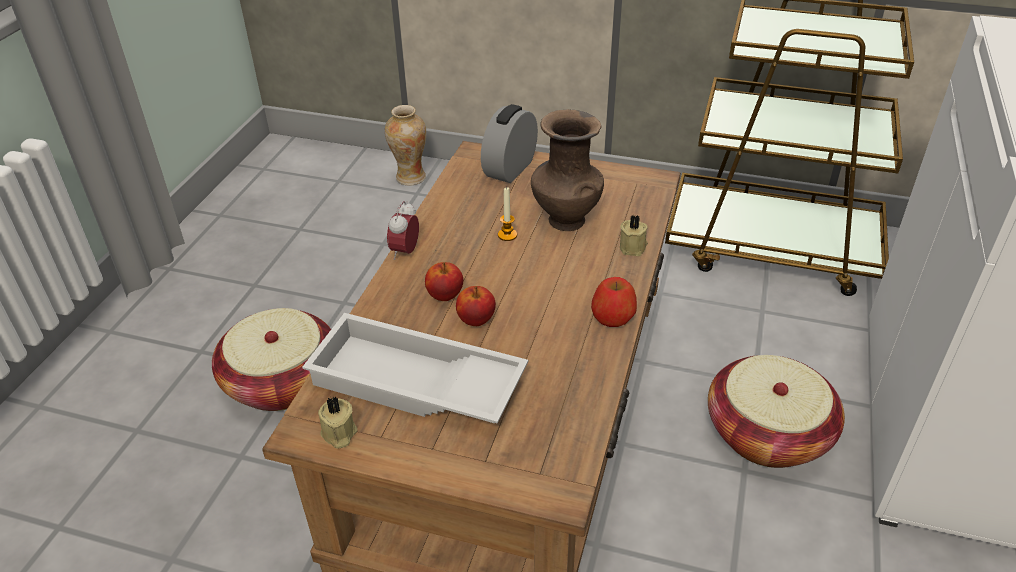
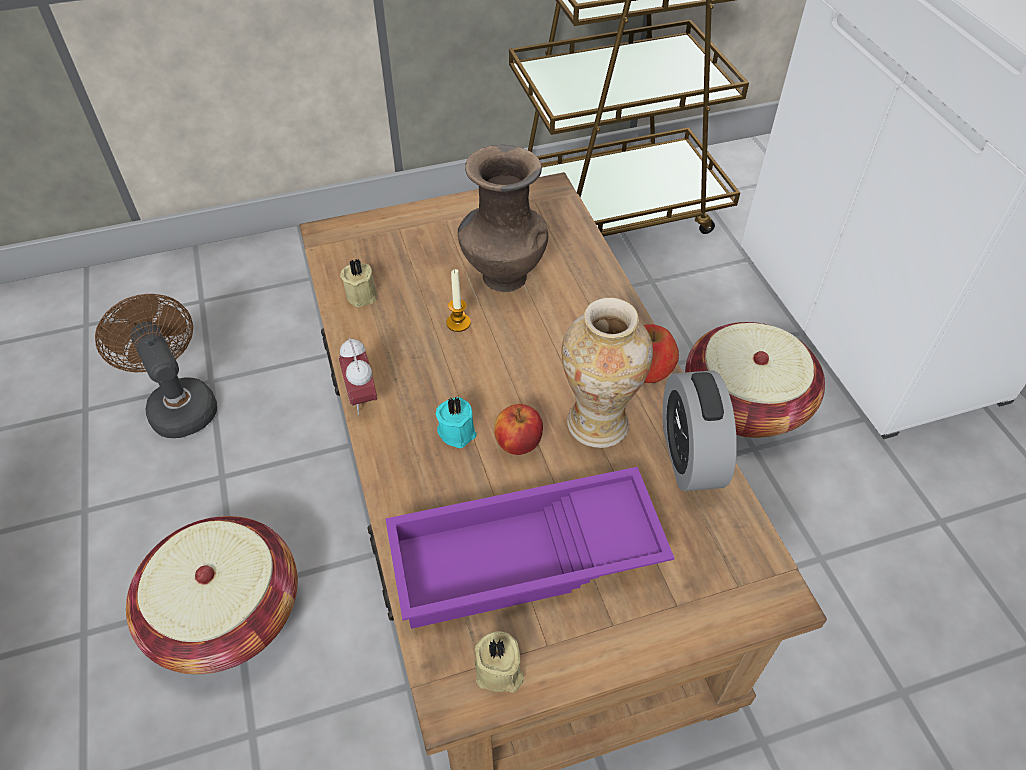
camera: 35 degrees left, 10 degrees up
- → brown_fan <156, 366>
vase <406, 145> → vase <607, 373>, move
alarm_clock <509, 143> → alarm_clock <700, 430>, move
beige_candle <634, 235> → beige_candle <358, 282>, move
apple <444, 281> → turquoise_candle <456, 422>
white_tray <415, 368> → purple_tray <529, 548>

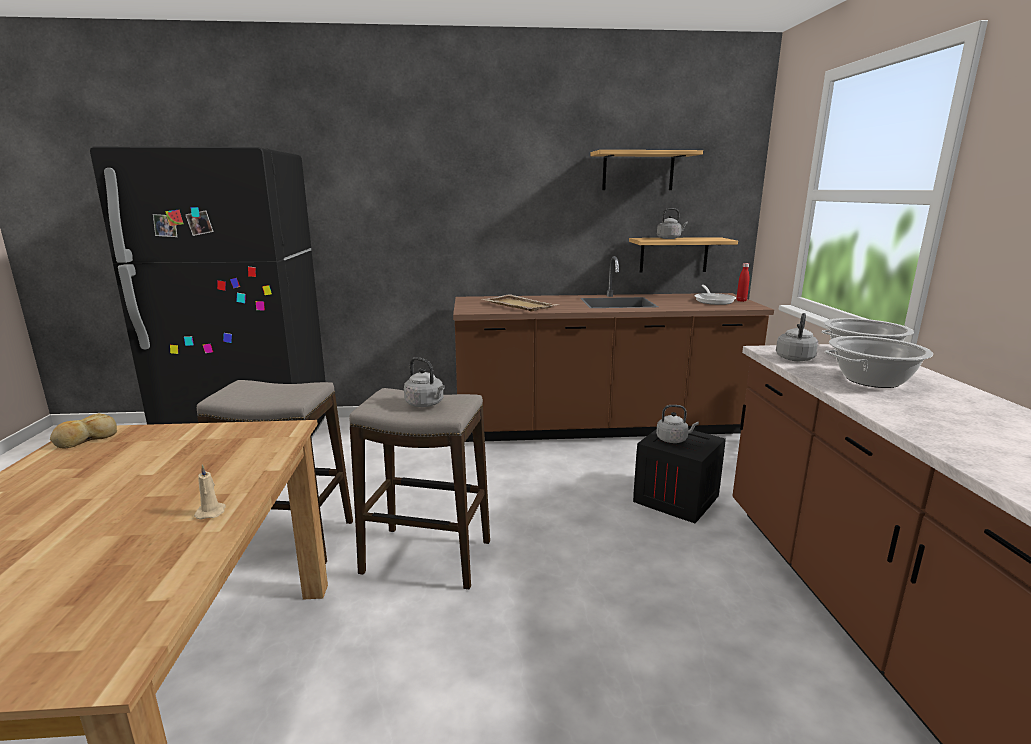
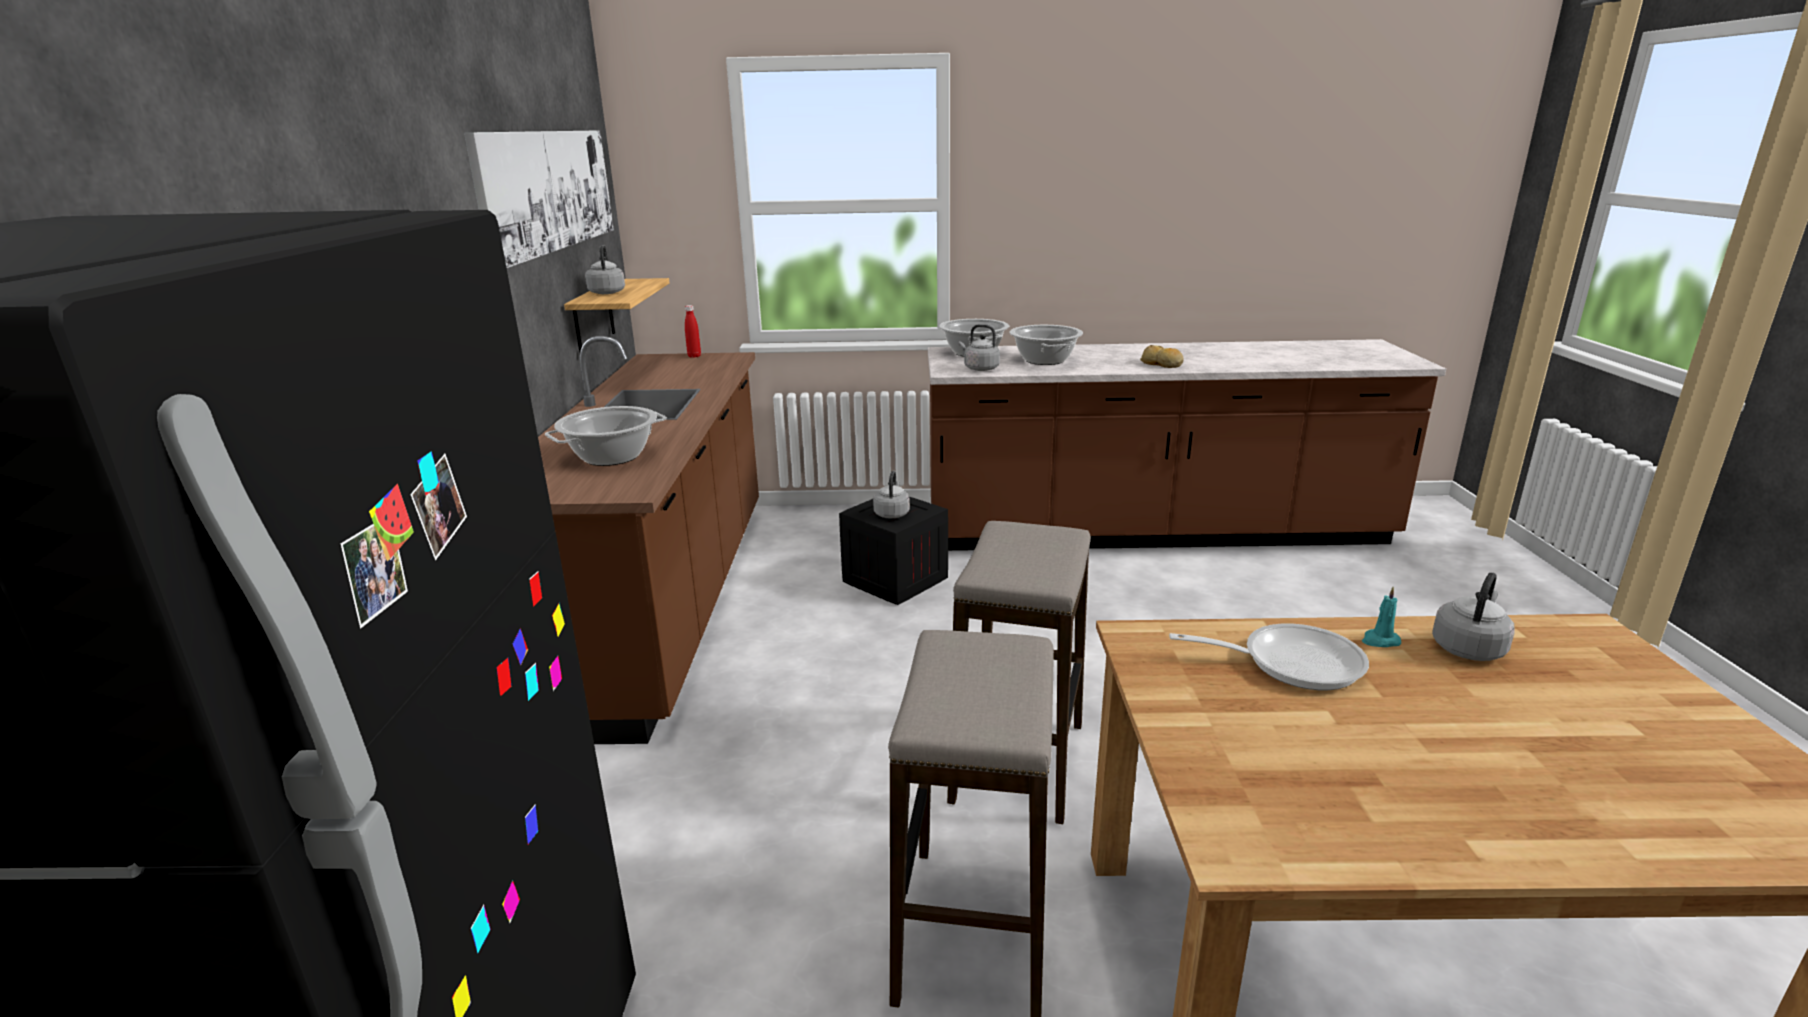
camera: 85 degrees left, 5 degrees up
bread <83, 430> → bread <1162, 356>, move
grey_kettle <424, 382> → grey_kettle <1473, 616>, move
frying_pan <715, 295> → frying_pan <1269, 656>, move
beige_tray <521, 303> → cooking_pot <606, 436>
shelf <646, 170> → picture <539, 199>
beige_candle <210, 492> → turquoise_candle <1381, 617>

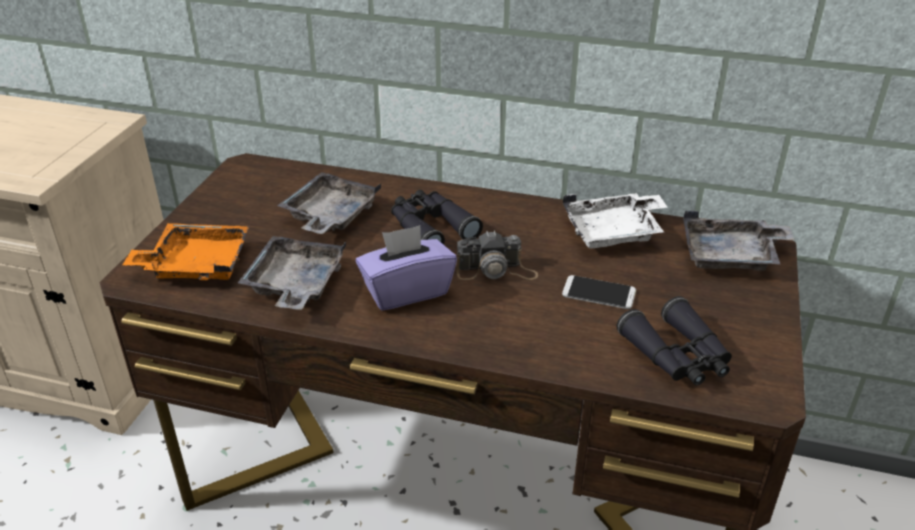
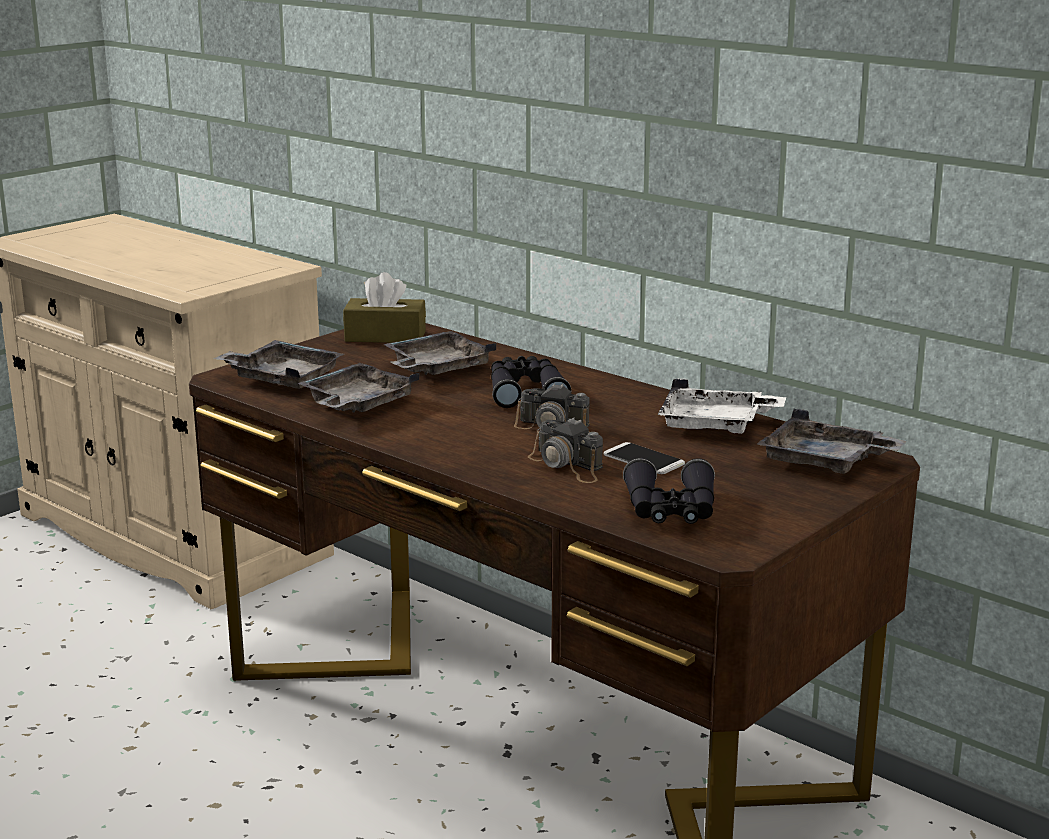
camera: 25 degrees right, 15 degrees down
purple_tissue_box <406, 268> → -
- → brown_tissue_box <384, 307>
- → photo_camera <565, 450>
orange_tray <185, 251> → grey_tray <279, 364>

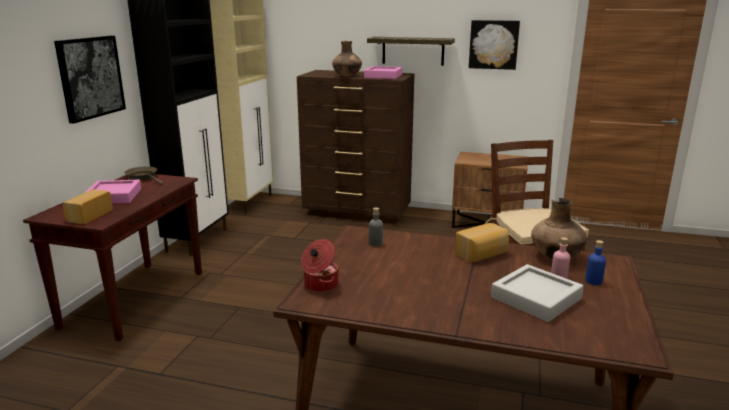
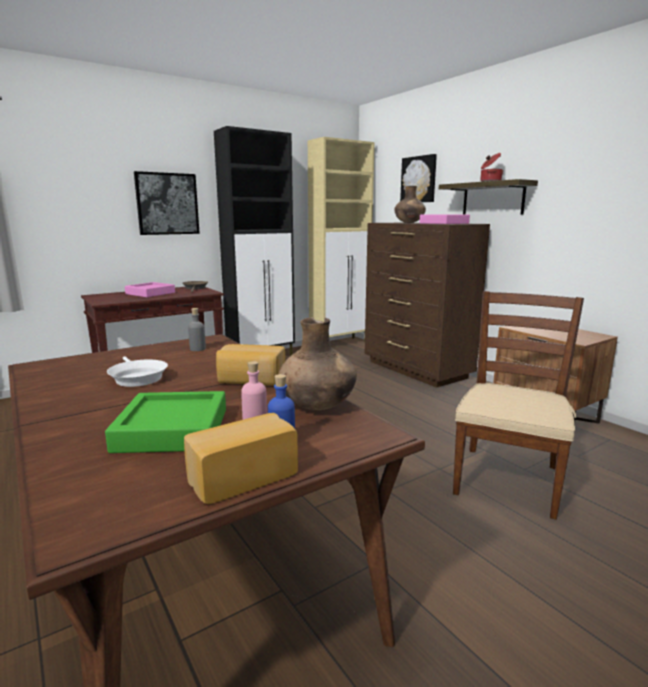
camera: 40 degrees right, 5 degrees down
- → white_frying_pan <137, 371>
bread <88, 206> → bread <241, 458>, move
cooking_pot <320, 265> → cooking_pot <491, 167>, move
picture <494, 45> → picture <418, 178>, move
grey_tray <537, 293> → green_tray <165, 422>

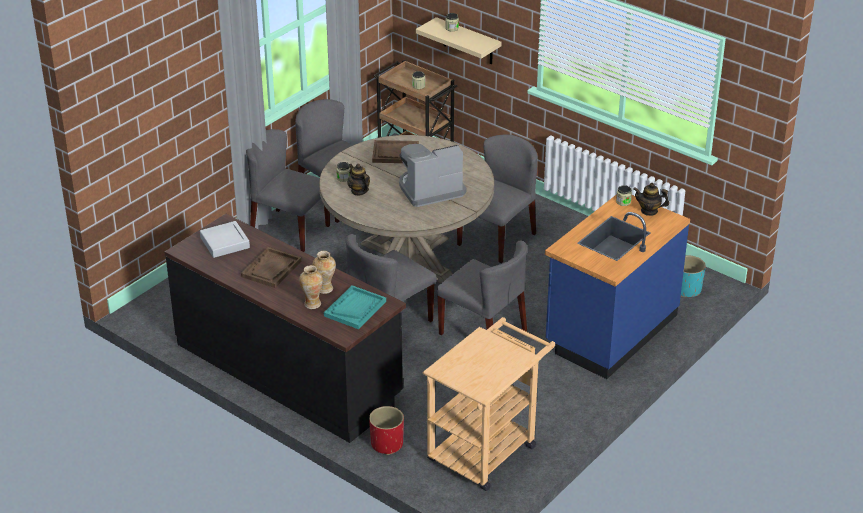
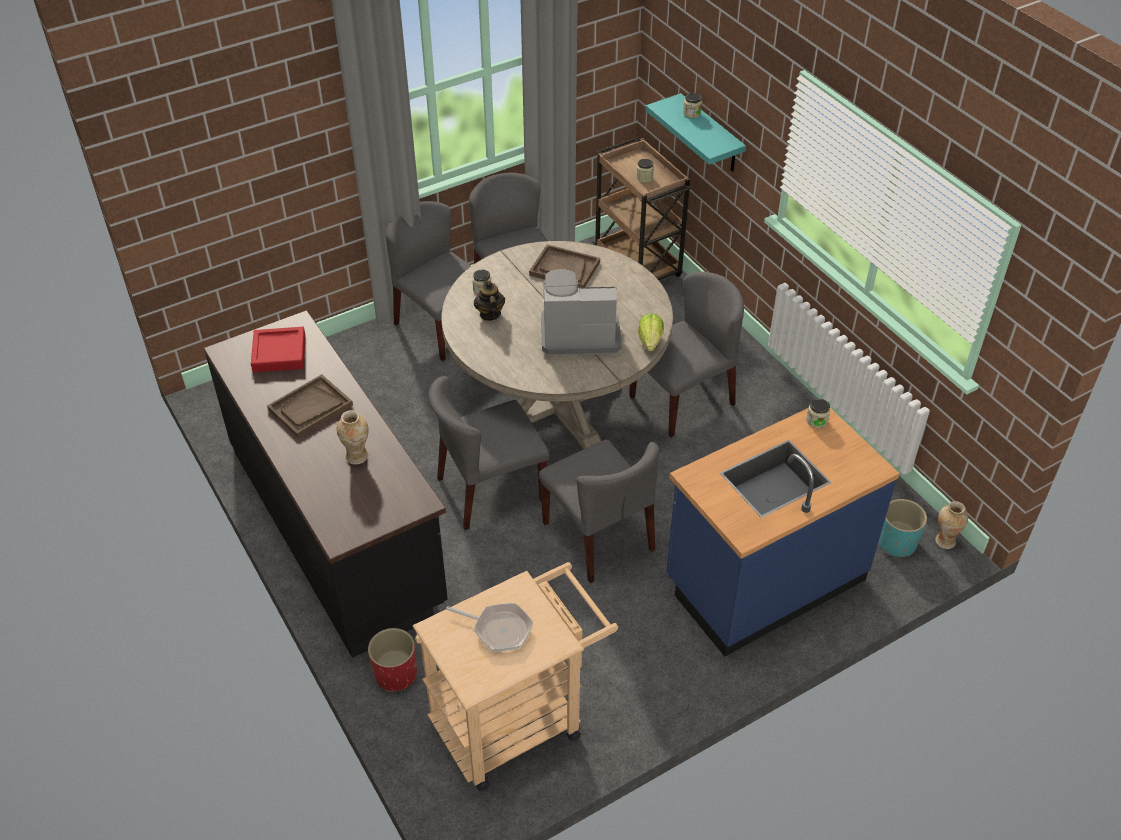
camera: 20 degrees right, 10 degrees up
turquoise_tray <355, 307> → -
teapot <651, 199> → -
- → frying_pan <489, 627>
- → lettuce <651, 332>
vase <311, 287> → vase <951, 525>, move
grey_tray <225, 239> → red_tray <278, 349>
beige_shelf <459, 40> → turquoise_shelf <696, 132>

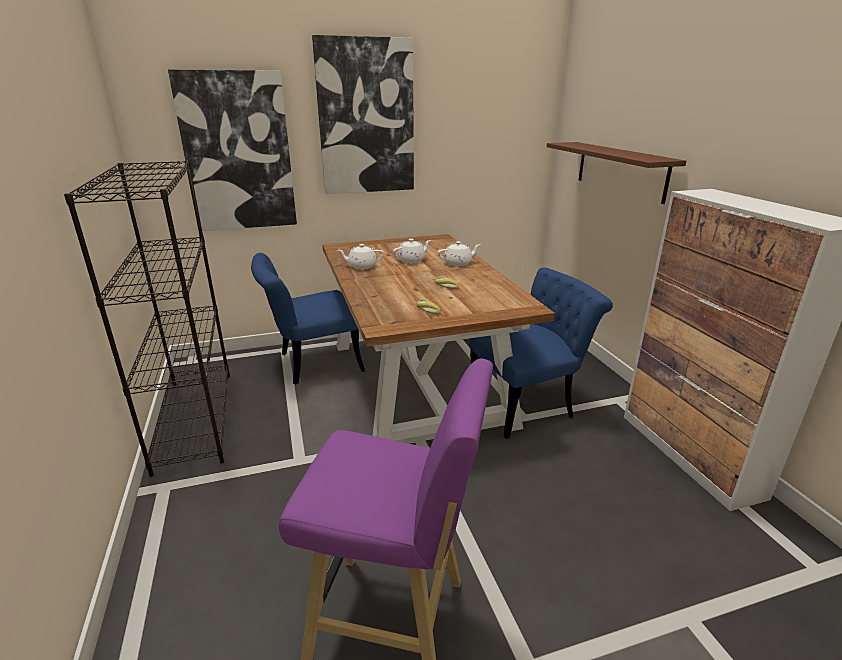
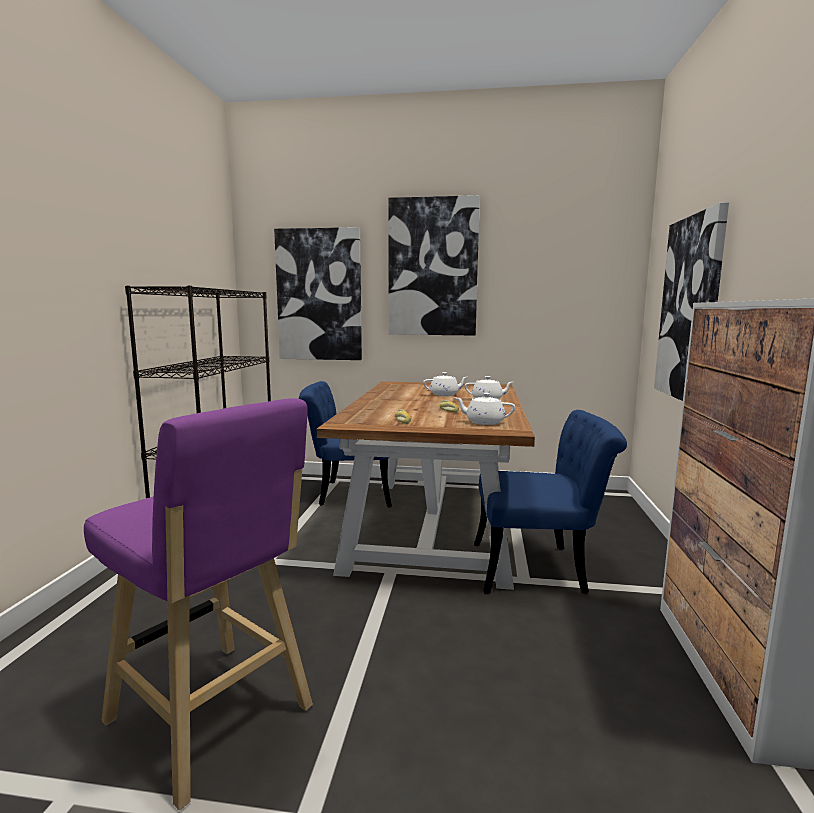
camera: 25 degrees right, 15 degrees down
white_teapot <360, 256> → white_teapot <485, 409>, move
brown_shelf <616, 173> → picture <691, 301>

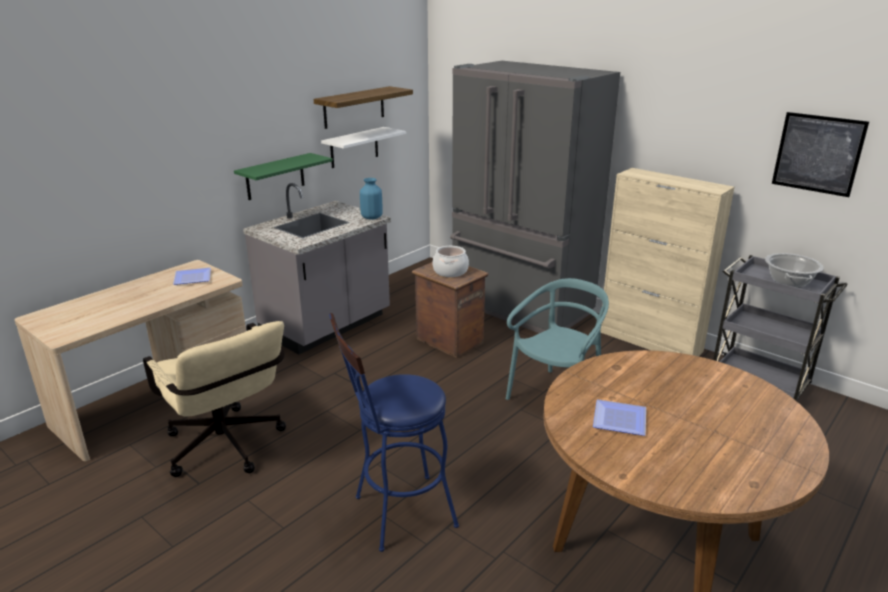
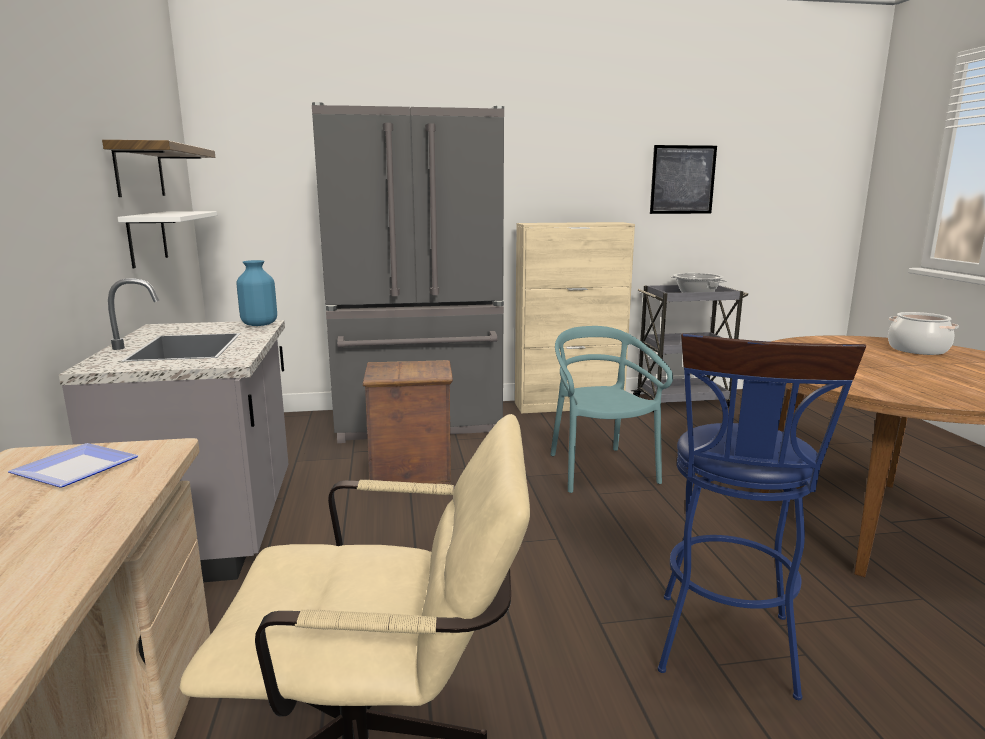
camera: 50 degrees left, 10 degrees down
green_shelf <283, 176> → -
plate <619, 417> → -
cooking_pot <450, 261> → cooking_pot <923, 333>, move

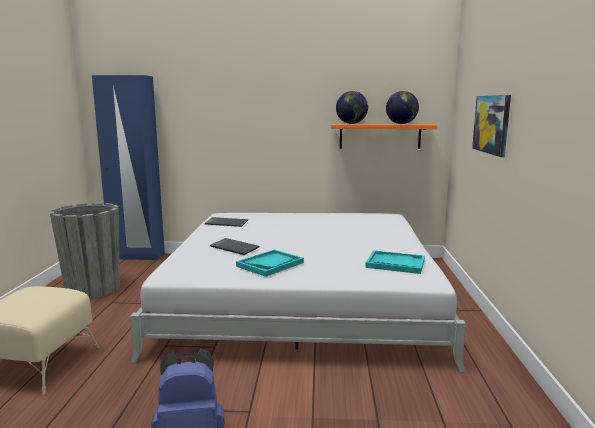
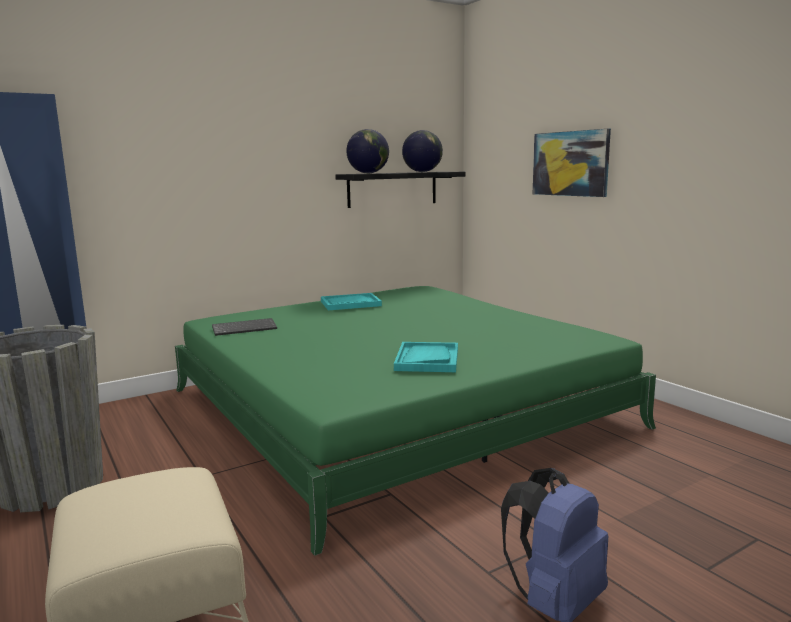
camera: 35 degrees left, 0 degrees up
keyboard <235, 246> → -
turquoise_tray <395, 262> → turquoise_tray <351, 301>, move
white_bed <298, 292> → green_bed <415, 421>
orange_shelf <384, 136> → black_shelf <400, 190>

